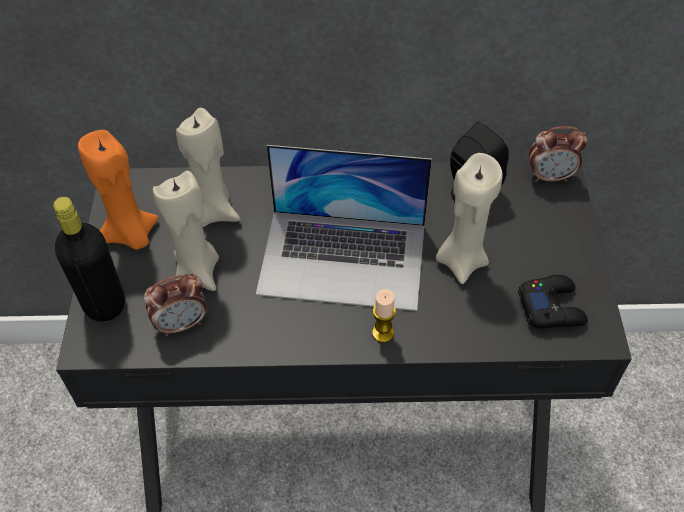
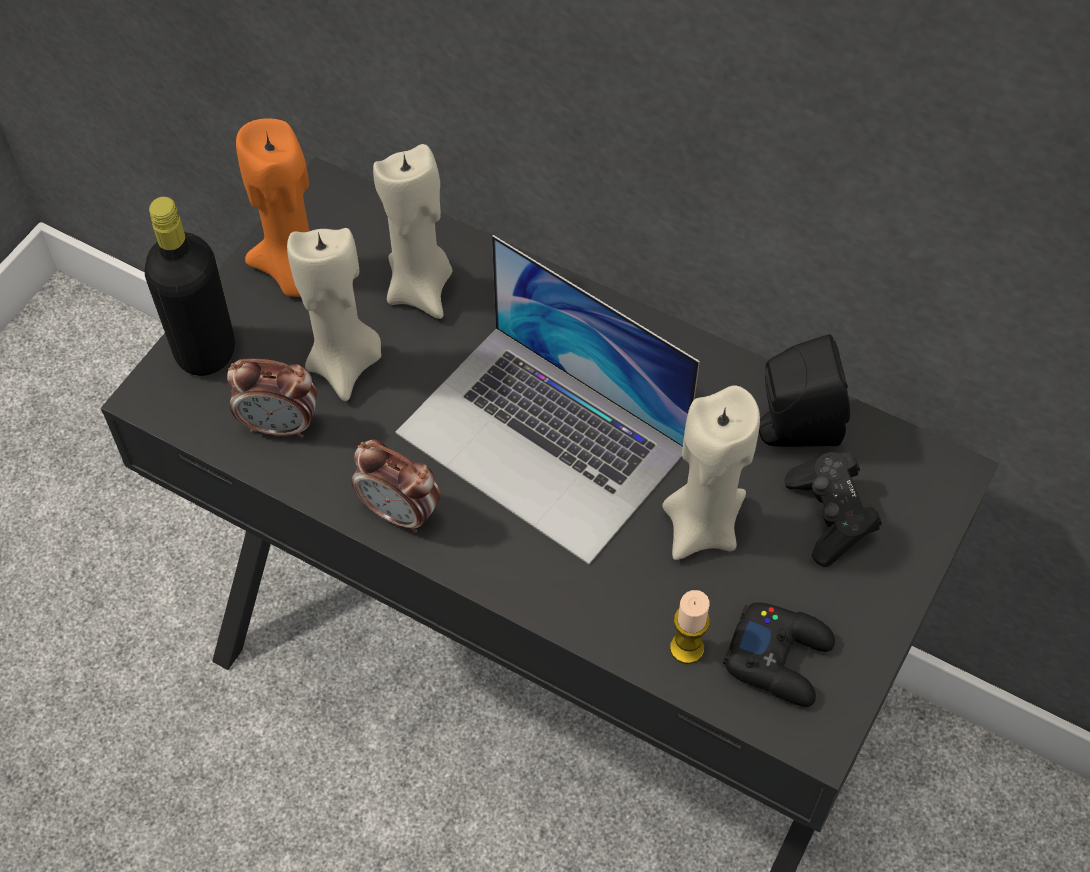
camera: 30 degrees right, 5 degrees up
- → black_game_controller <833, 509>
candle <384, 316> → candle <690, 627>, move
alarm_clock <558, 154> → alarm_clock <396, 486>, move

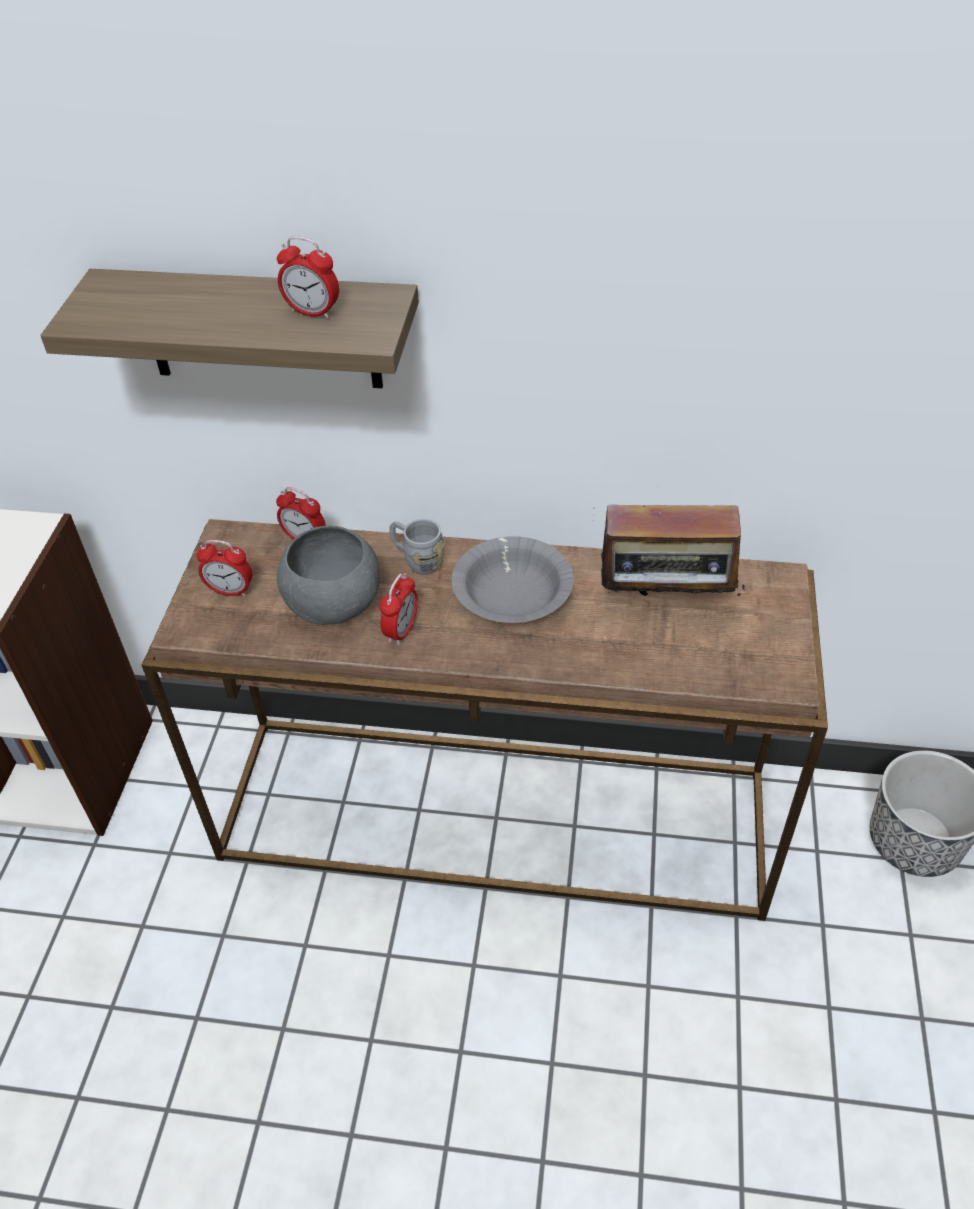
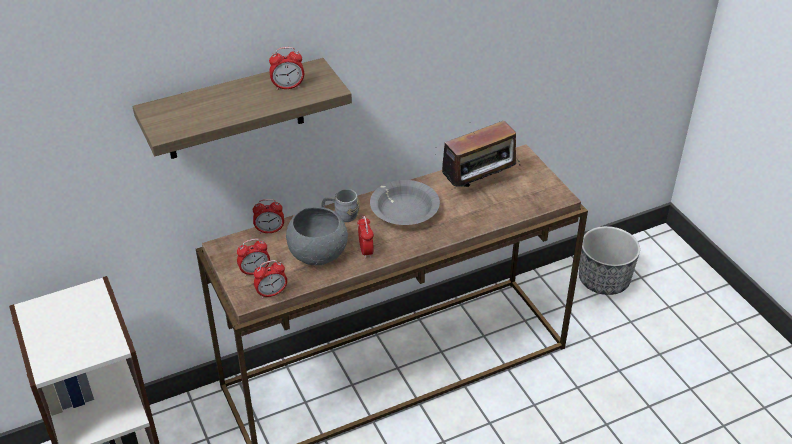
camera: 35 degrees left, 5 degrees down
- → alarm_clock <270, 279>

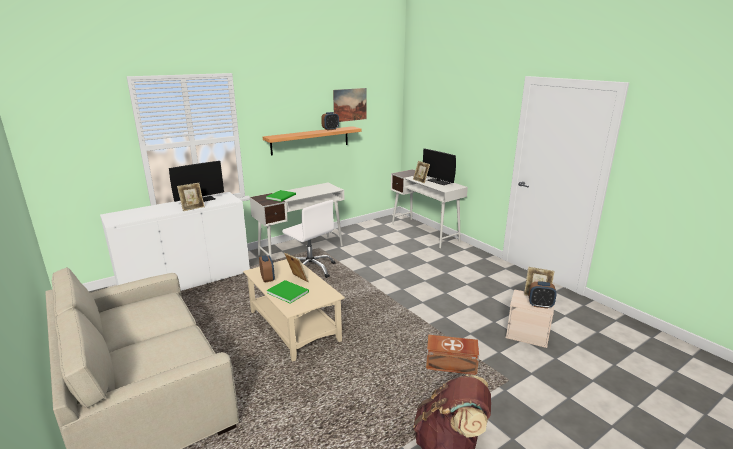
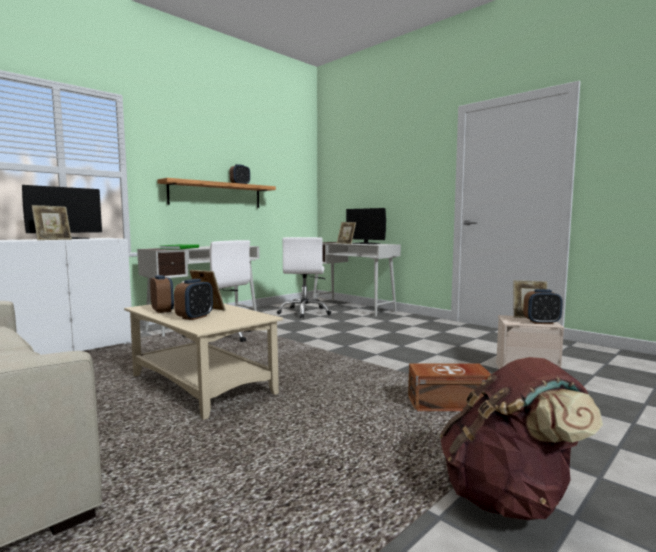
camera: 10 degrees left, 15 degrees down
picture <349, 105> → -
- → white_office_chair <304, 277>
green_book <287, 292> → alarm_clock <193, 299>

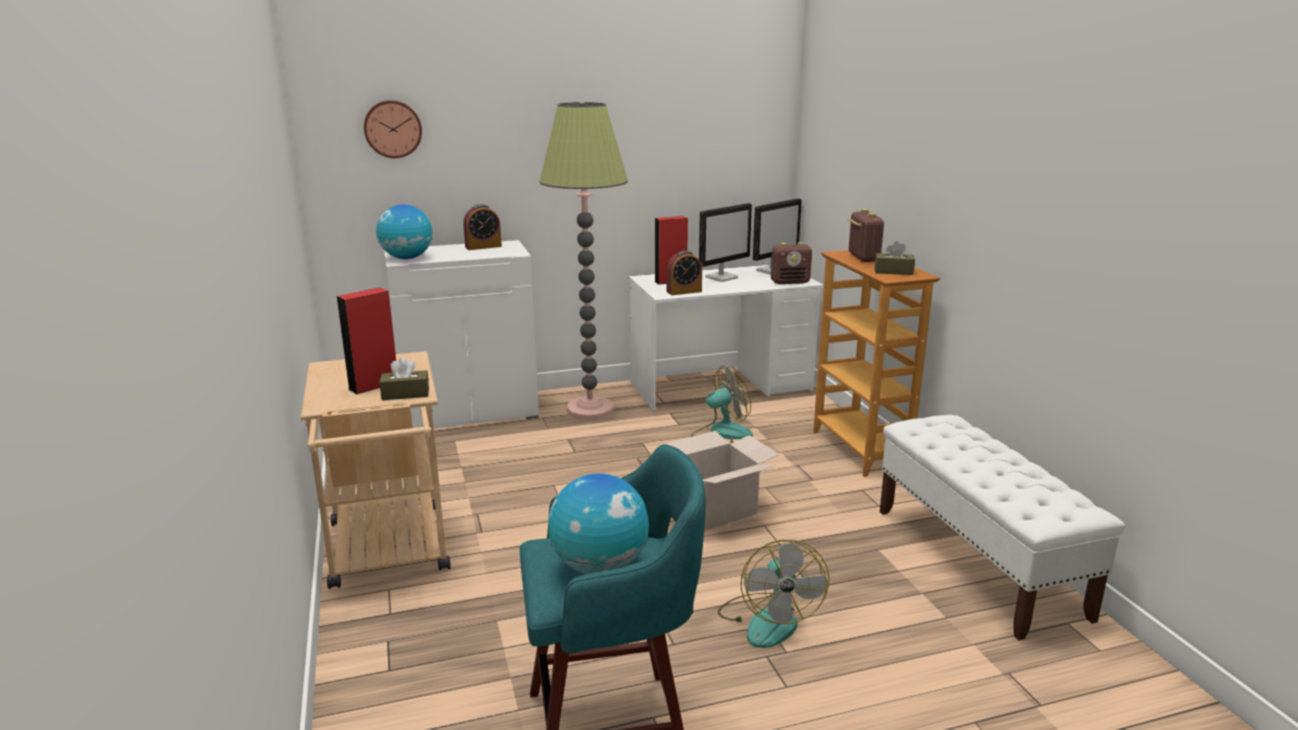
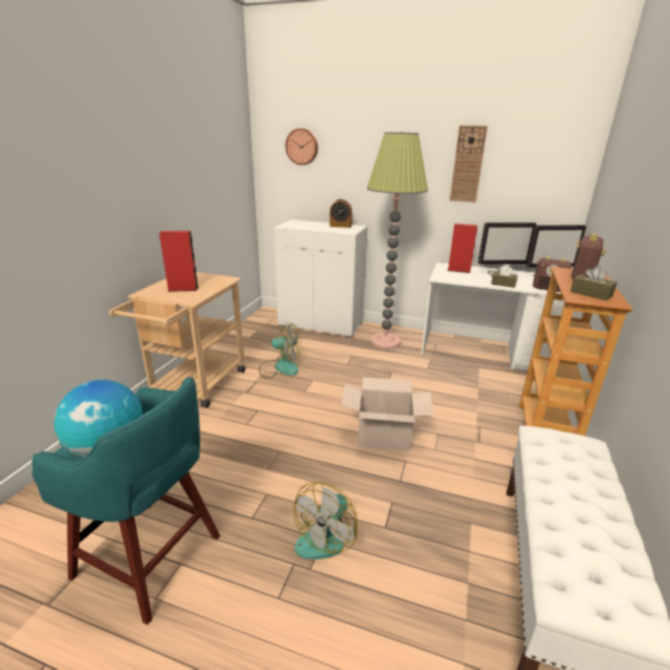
camera: 35 degrees right, 5 degrees up
globe <404, 231> → -
alarm_clock <684, 273> → -
- → wall_clock <469, 163>
brown_tissue_box <404, 378> → brown_tissue_box <504, 276>, move
fan <722, 404> → fan <280, 350>, move

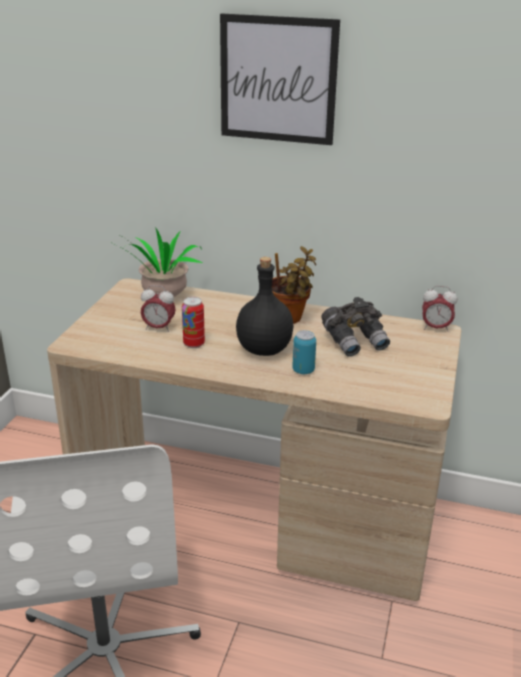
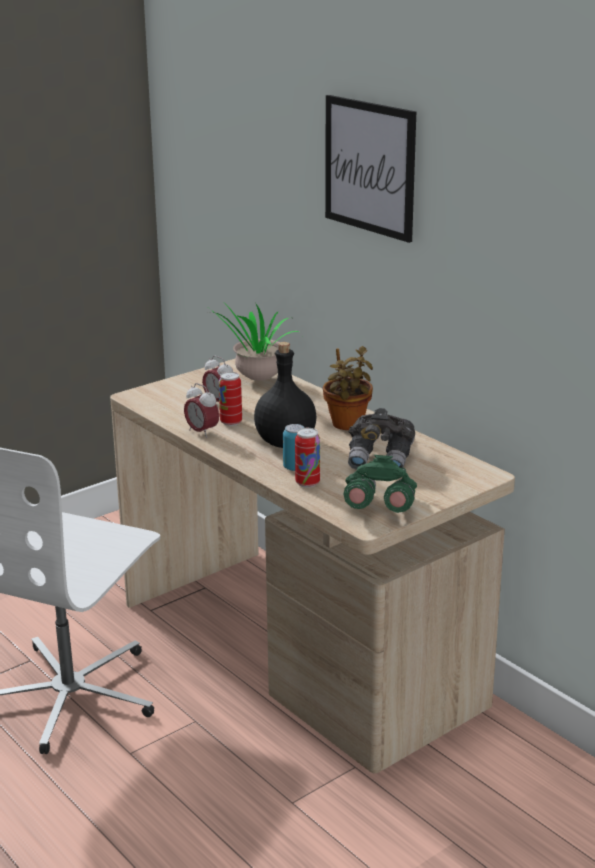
camera: 35 degrees right, 5 degrees down
- → can <307, 458>
- → green_binoculars <380, 484>
alarm_clock <439, 309> → alarm_clock <201, 410>, move

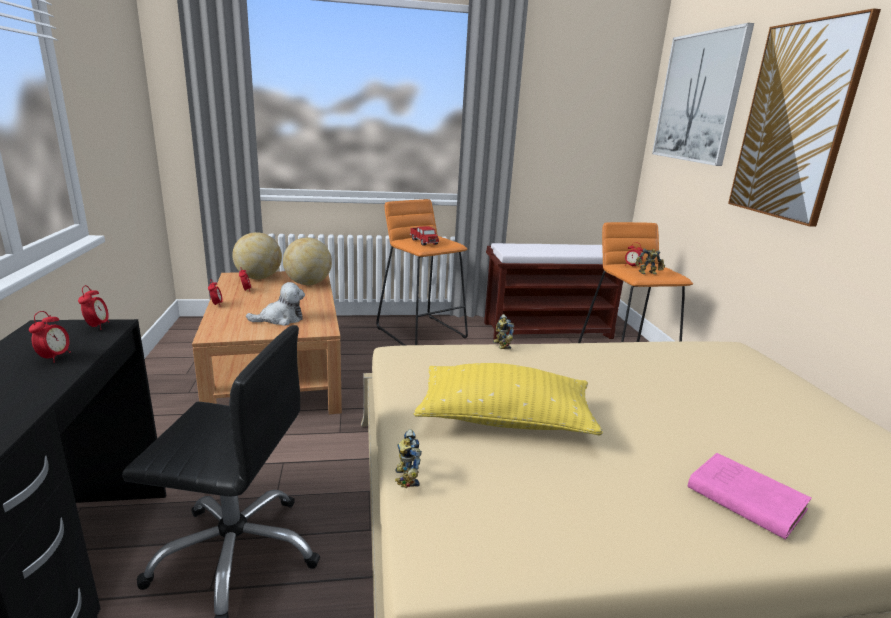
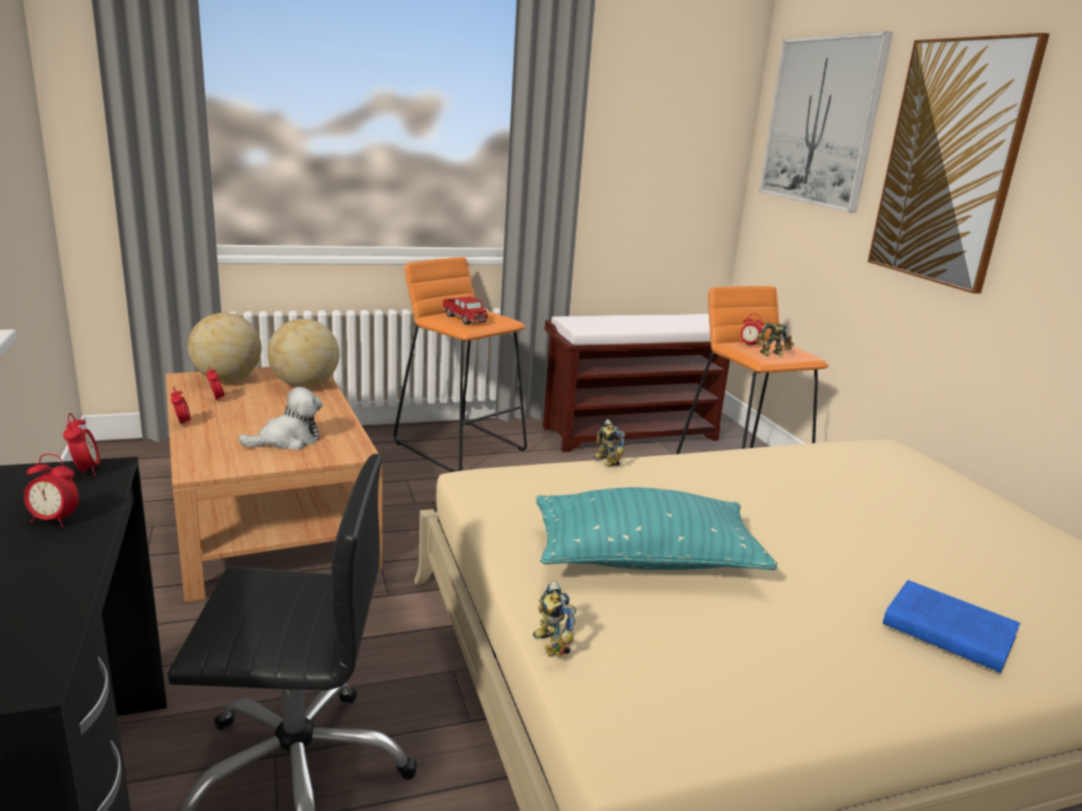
camera: 10 degrees left, 0 degrees up
yellow_pillow <508, 399> → turquoise_pillow <656, 528>
pink_book <749, 496> → blue_book <951, 626>
alarm_clock <50, 337> → alarm_clock <51, 490>, 105 degrees clockwise

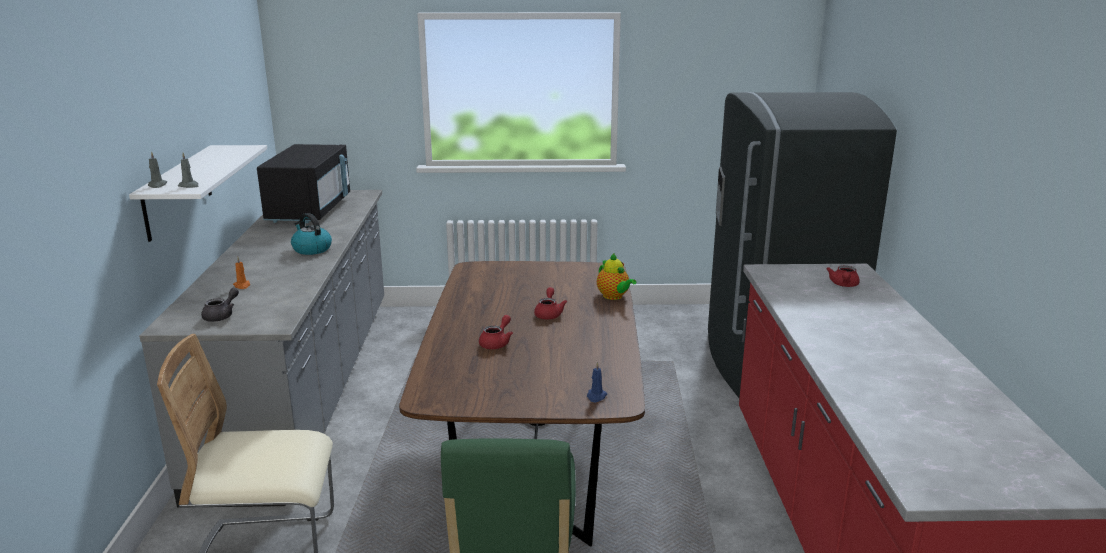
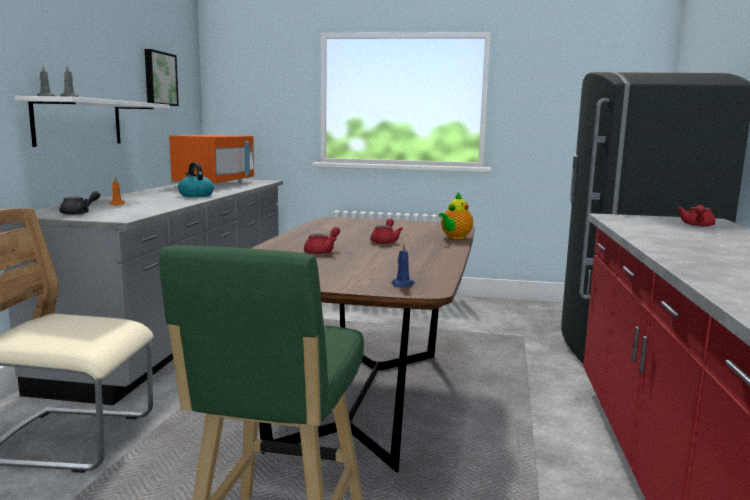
camera: 10 degrees right, 10 degrees down
- → picture <162, 77>
black_microwave <303, 183> → orange_microwave <211, 159>
teapot <616, 276> → teapot <456, 216>, 60 degrees clockwise

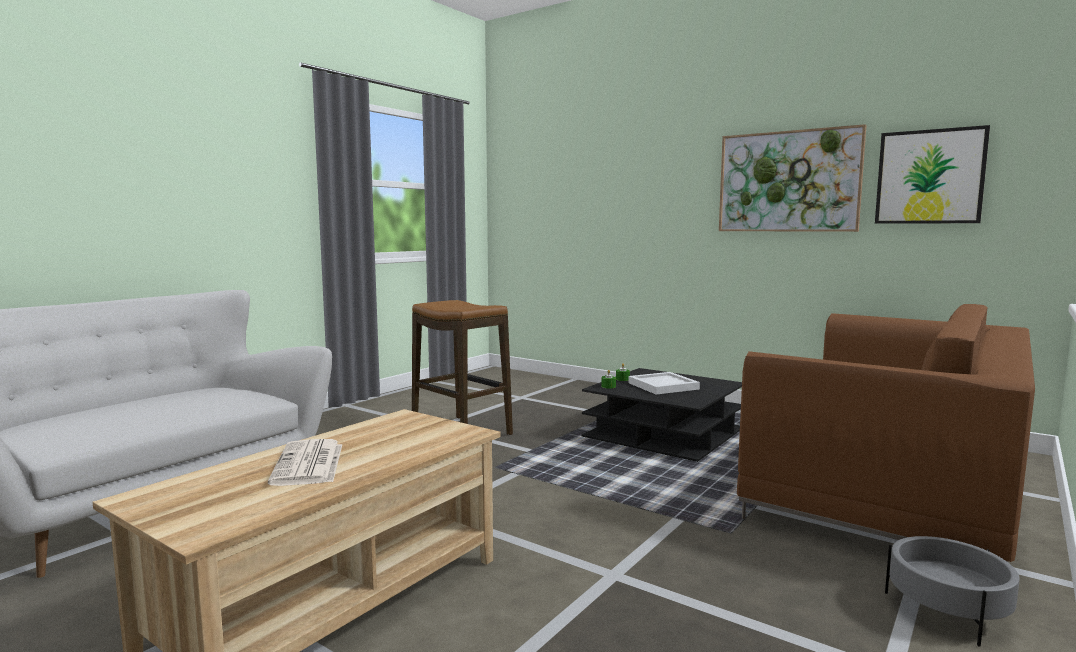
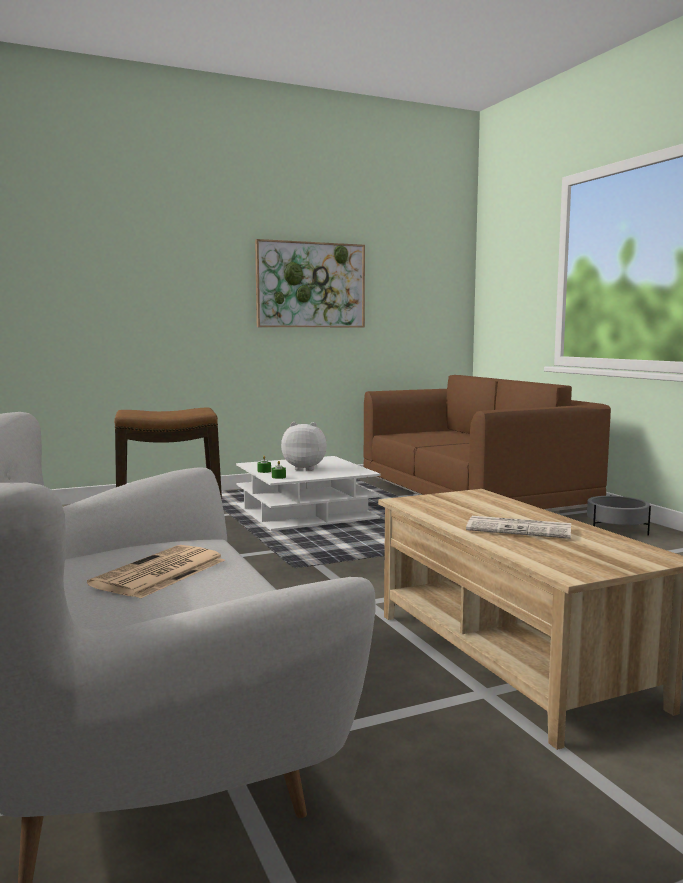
camera: 60 degrees left, 0 degrees up
picture <932, 174> → -
- → newspaper <156, 572>
white_tray <664, 383> → plush_toy <304, 446>
black_coffee_table <661, 415> → white_coffee_table <308, 493>

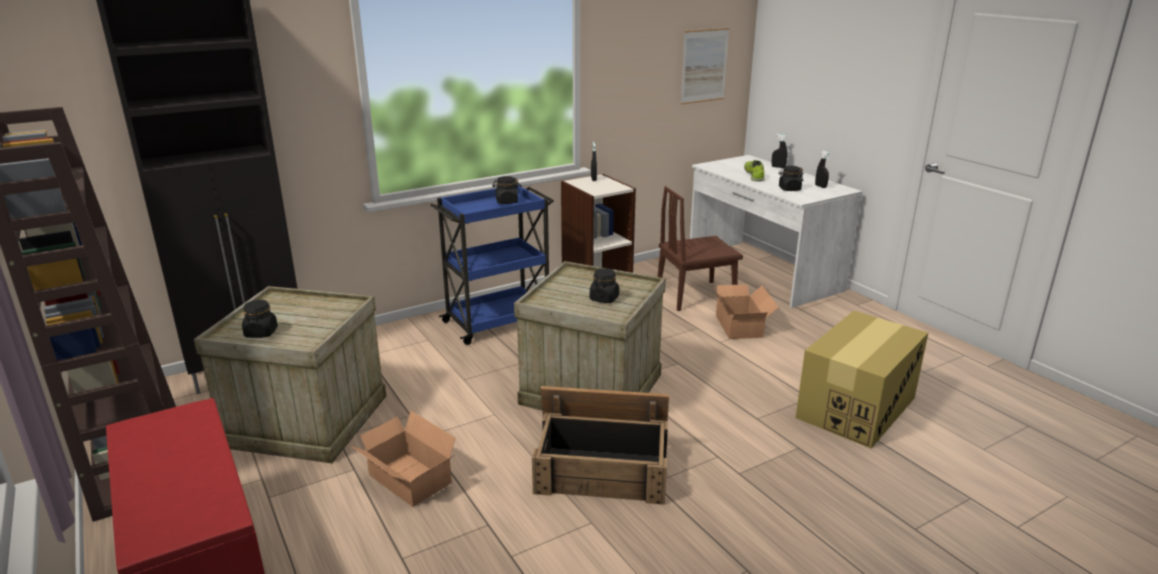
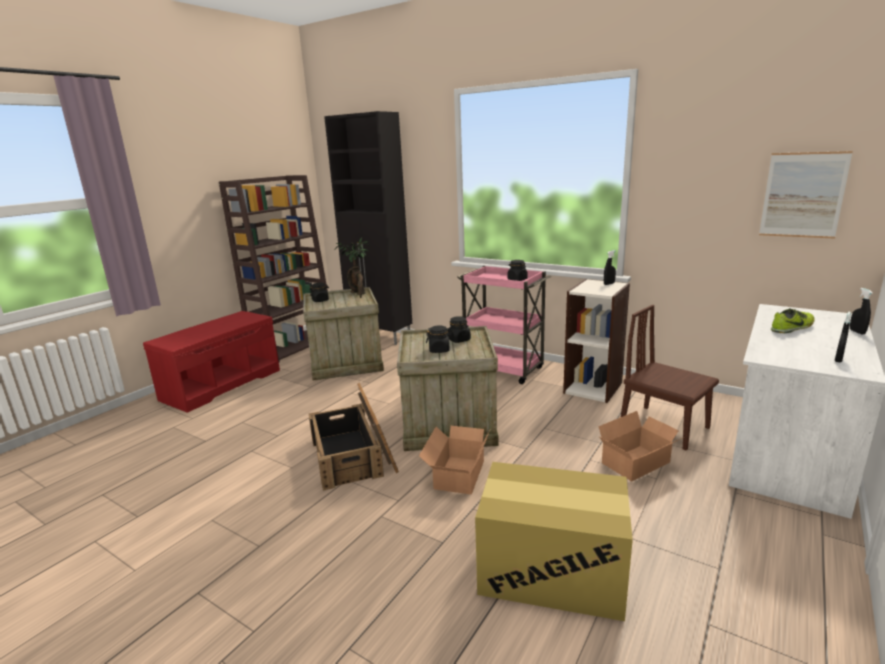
camera: 65 degrees right, 5 degrees down
- → potted_plant <352, 268>
cardboard_box <403, 458> → cardboard_box <454, 460>, move
black_jar <791, 178> → black_jar <459, 329>, move
blue_cart <492, 264> → pink_cart <504, 325>

